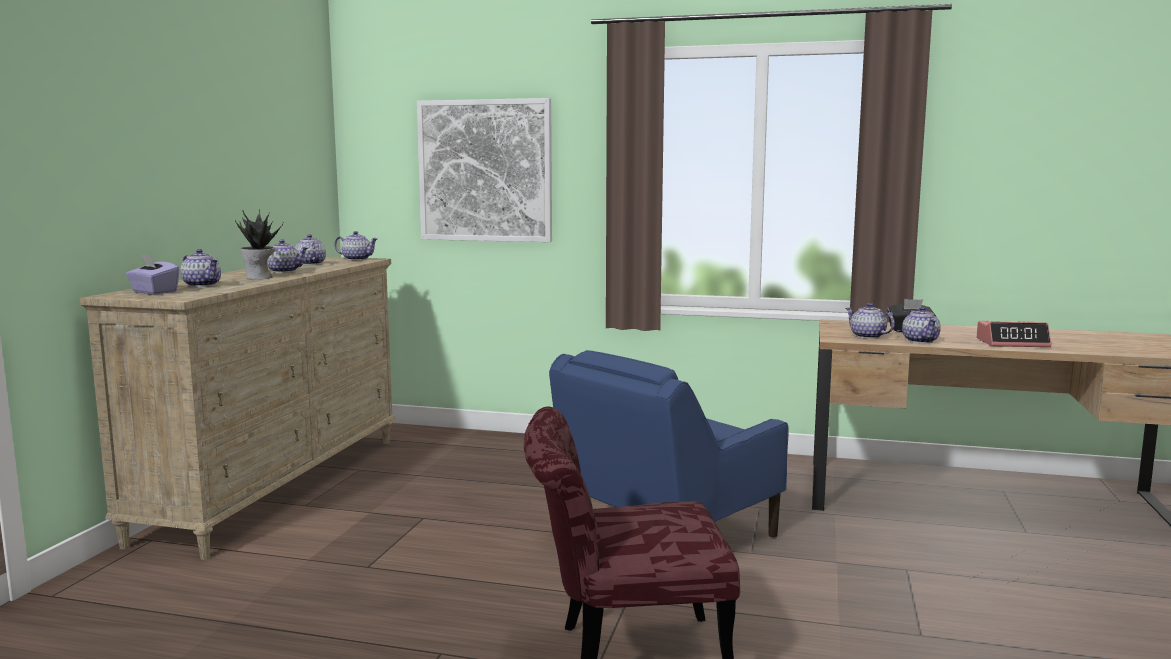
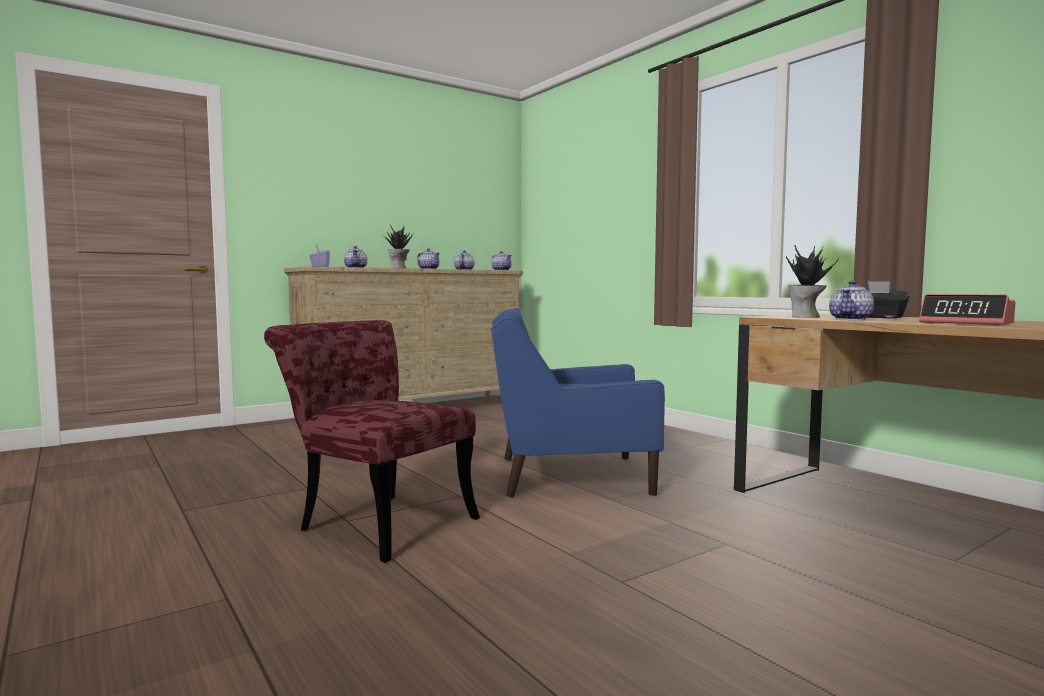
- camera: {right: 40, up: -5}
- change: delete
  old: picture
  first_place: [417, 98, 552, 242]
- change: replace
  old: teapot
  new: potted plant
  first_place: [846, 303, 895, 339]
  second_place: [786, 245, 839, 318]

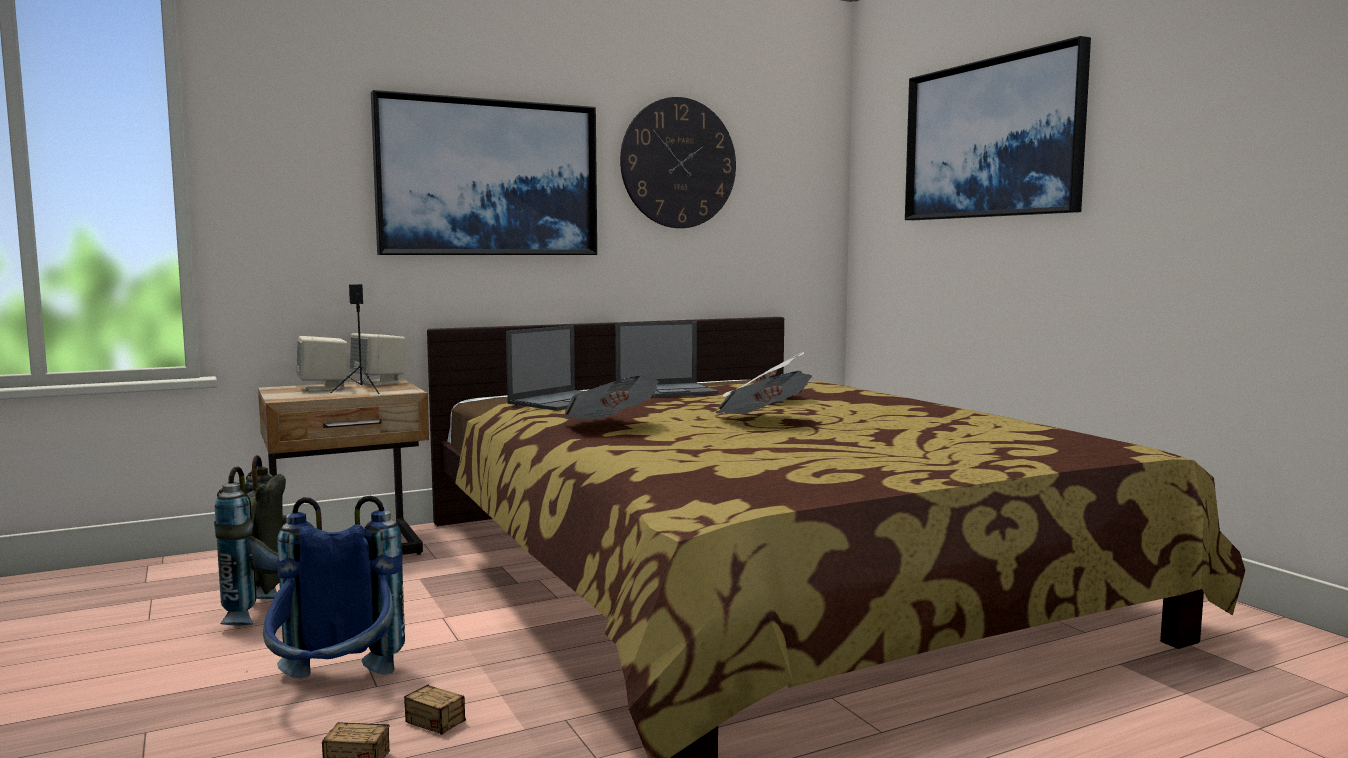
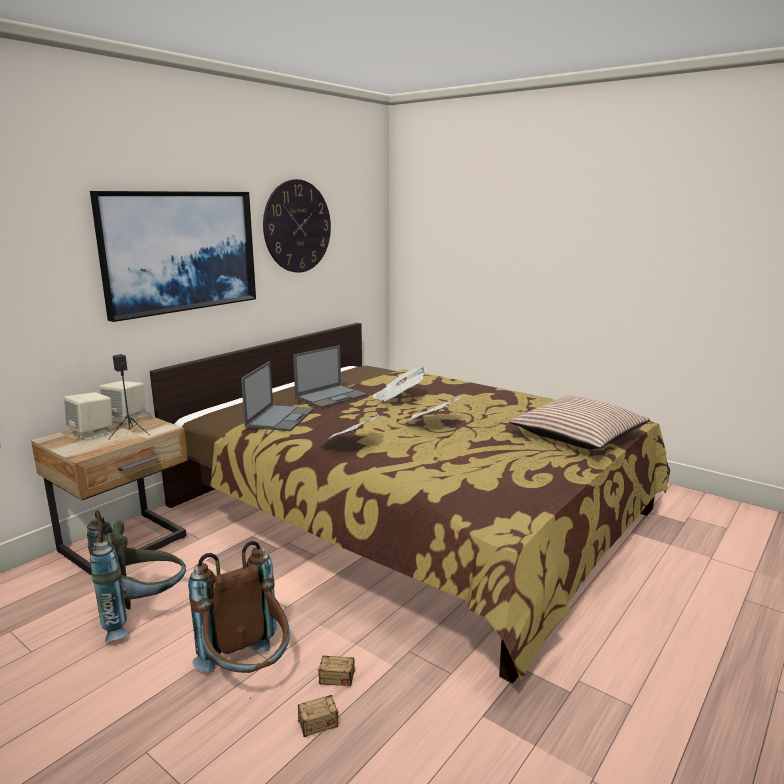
- camera: {right: -25, up: 10}
- change: delete
  old: picture
  first_place: [905, 36, 1091, 220]
- change: recolor
  old: blue backpack
  new: brown backpack
  first_place: [263, 495, 405, 679]
  second_place: [188, 541, 290, 673]
- change: insert
  new: pillow
  second_place: [509, 396, 650, 449]

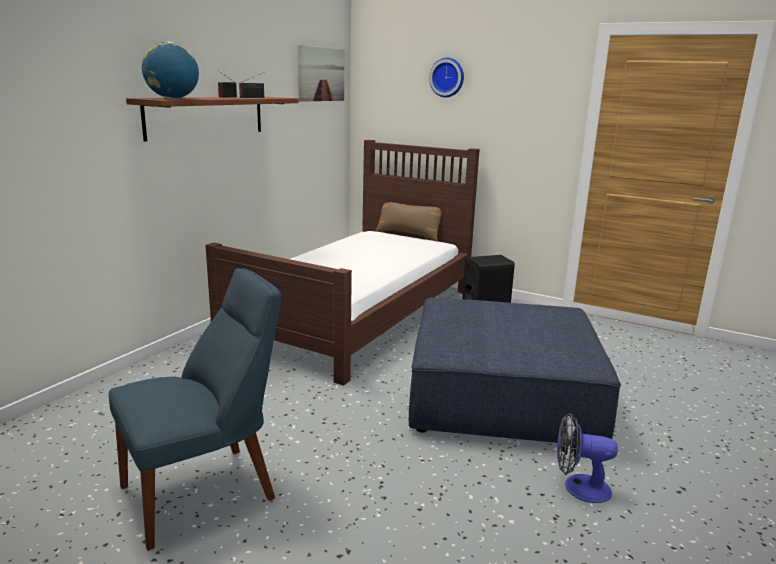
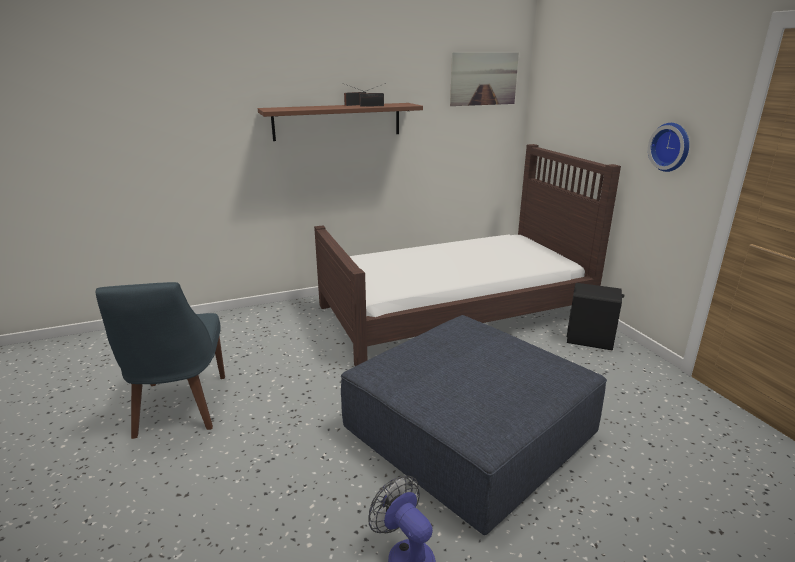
- camera: {right: 40, up: 5}
- change: delete
  old: globe
  first_place: [142, 42, 199, 99]
- change: move
  old: wall clock
  first_place: [429, 58, 464, 97]
  second_place: [648, 123, 689, 172]
- change: delete
  old: brown pillow
  first_place: [376, 202, 441, 241]
- change: rotate
  old: blue chair
  first_place: [108, 268, 281, 551]
  second_place: [95, 282, 225, 439]
  degrees: 75

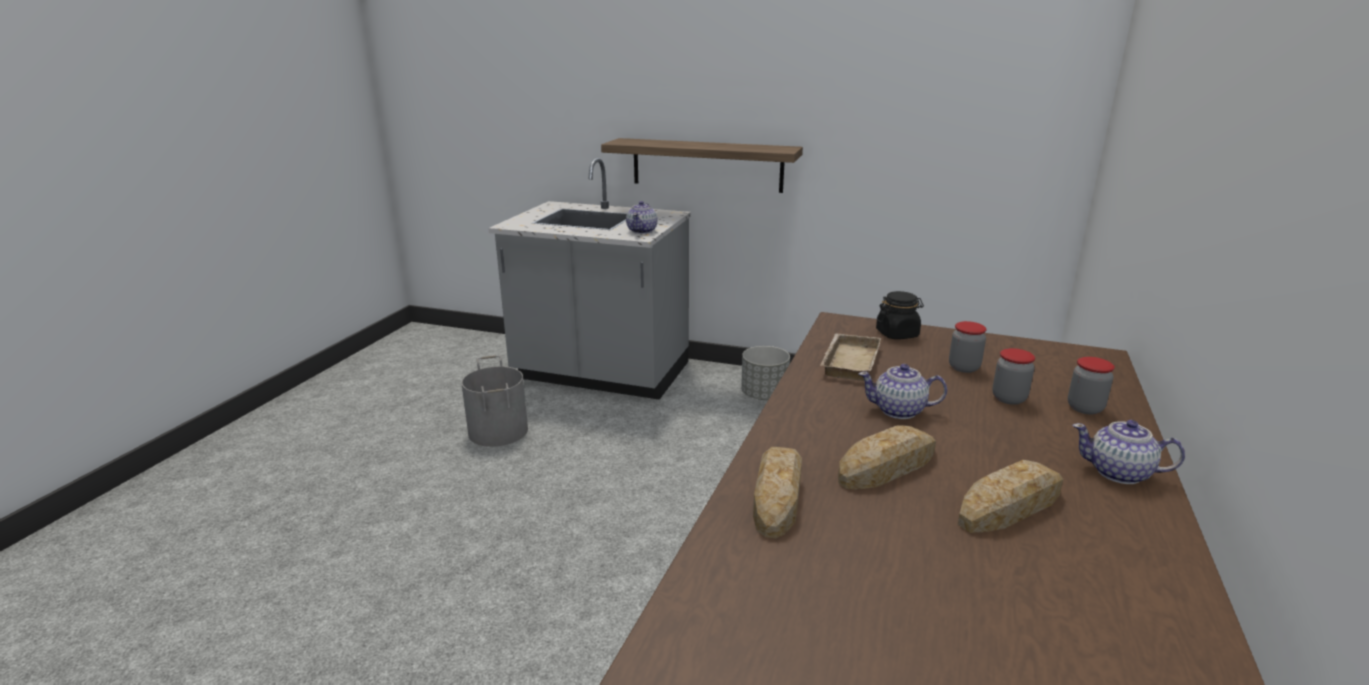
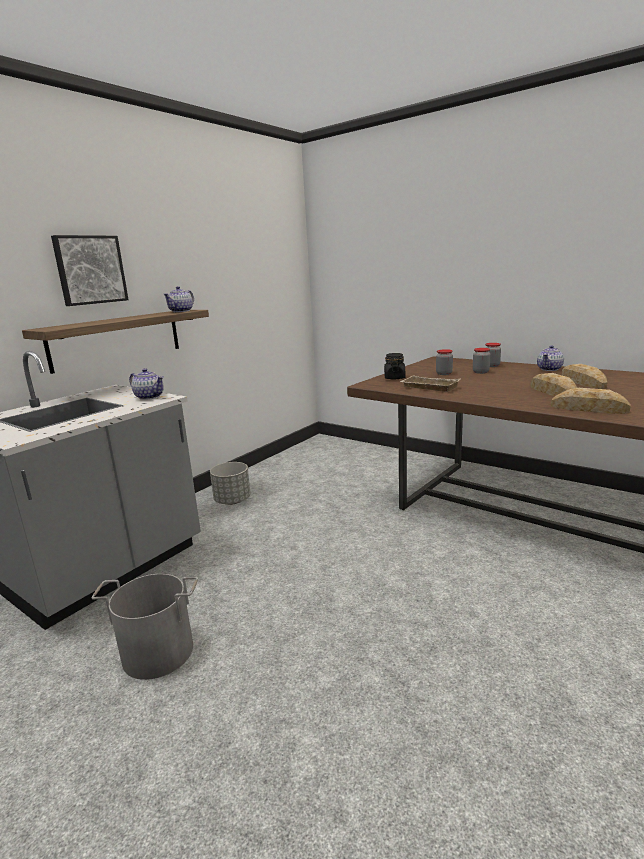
- camera: {right: -70, up: -5}
- change: move
  old: teapot
  first_place: [858, 364, 947, 419]
  second_place: [163, 286, 194, 312]
- change: insert
  new: picture
  second_place: [51, 235, 129, 306]

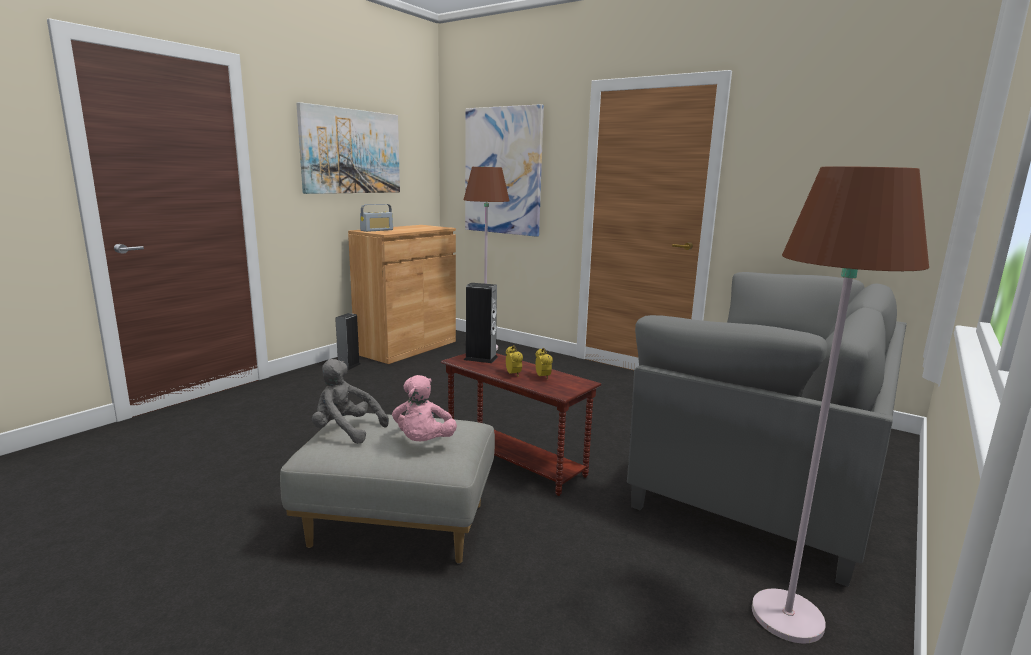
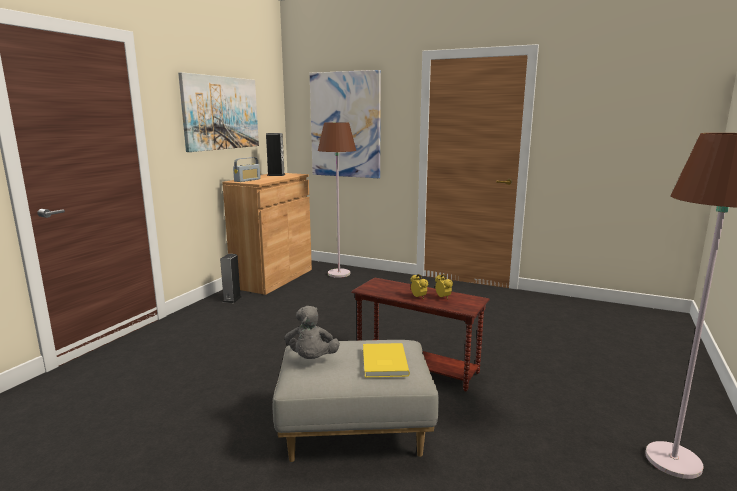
- camera: {right: -10, up: 0}
- change: delete
  old: grey sofa
  first_place: [627, 272, 907, 587]
- change: move
  old: speaker
  first_place: [464, 283, 498, 363]
  second_place: [266, 133, 285, 176]
- change: rotate
  old: grey plush toy
  first_place: [312, 359, 389, 444]
  second_place: [284, 306, 340, 359]
  degrees: -105
- change: replace
  old: pink plush toy
  new: yellow book
  first_place: [392, 375, 457, 441]
  second_place: [363, 343, 410, 377]

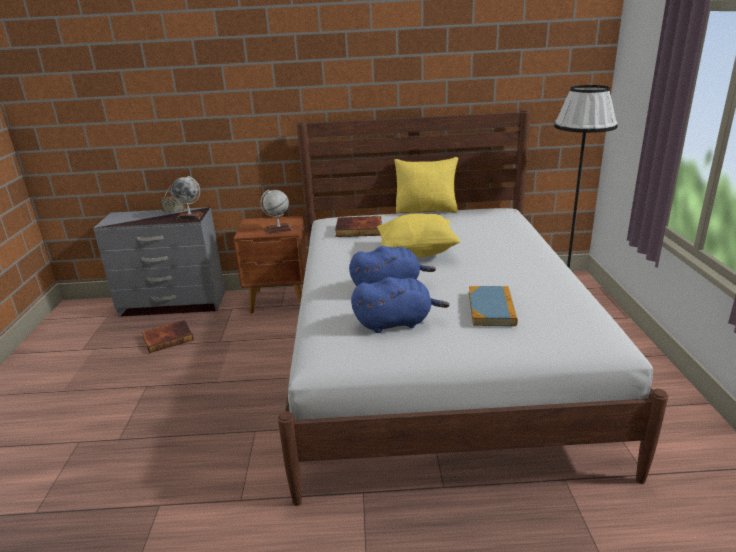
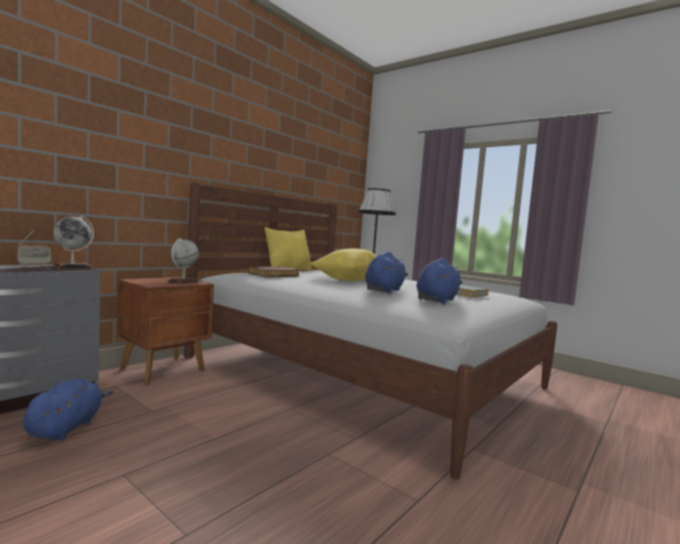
- camera: {right: -50, up: -20}
- change: replace
  old: book
  new: blue plush toy
  first_place: [142, 320, 194, 353]
  second_place: [23, 379, 113, 440]

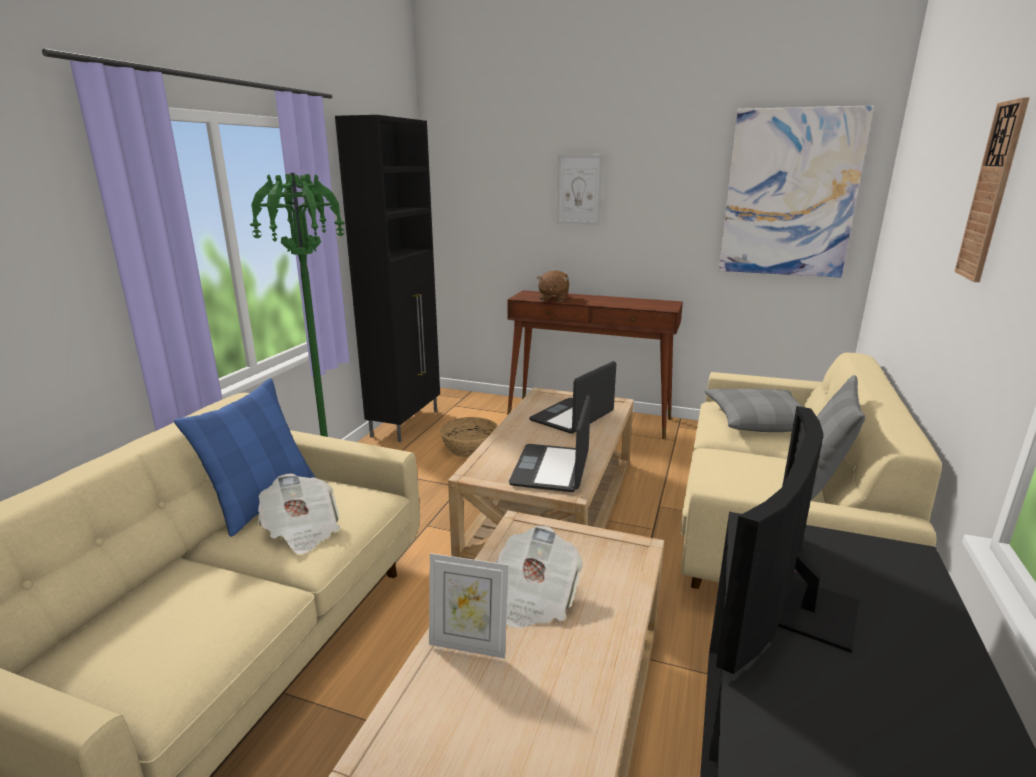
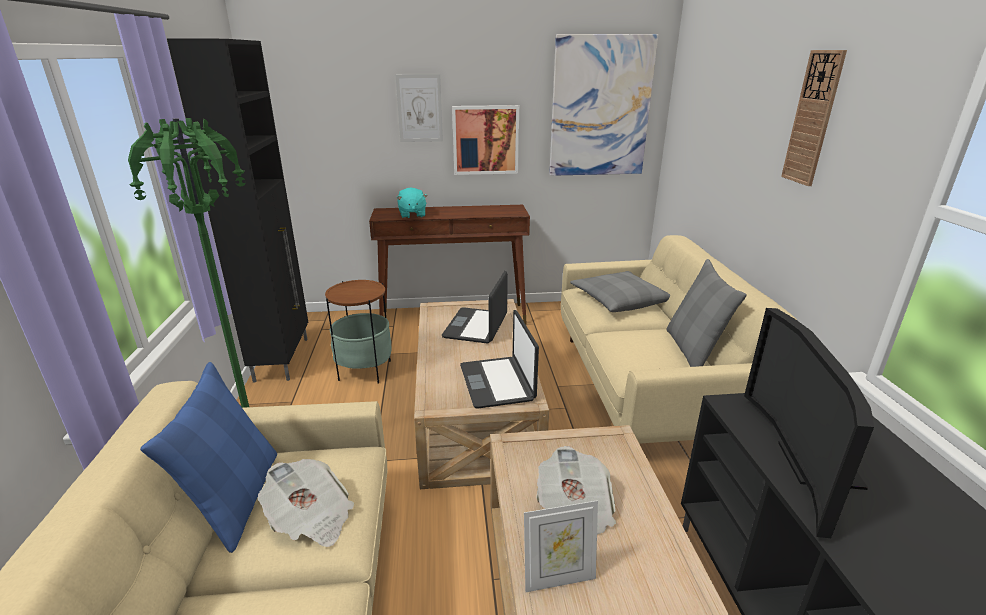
- camera: {right: -25, up: 5}
- change: recolor
  old: brown plush toy
  new: turquoise plush toy
  first_place: [537, 270, 569, 302]
  second_place: [396, 187, 427, 218]
- change: replace
  old: basket
  new: side table
  first_place: [440, 417, 498, 458]
  second_place: [325, 280, 391, 383]
- change: insert
  new: picture
  second_place: [452, 105, 519, 175]

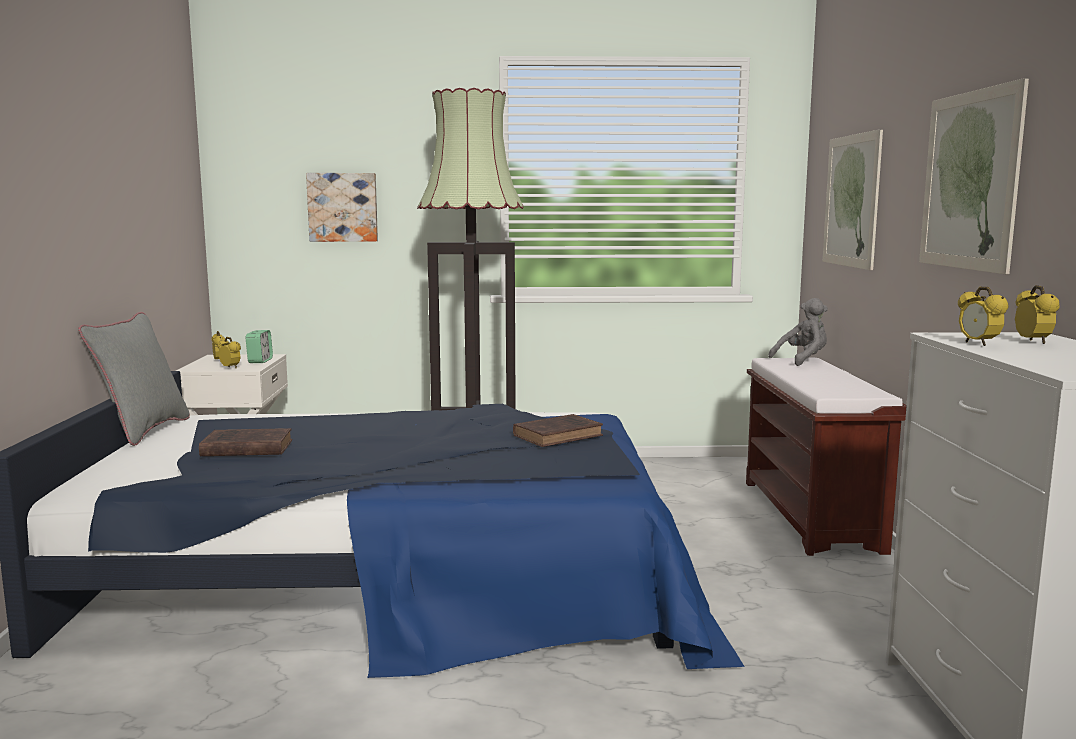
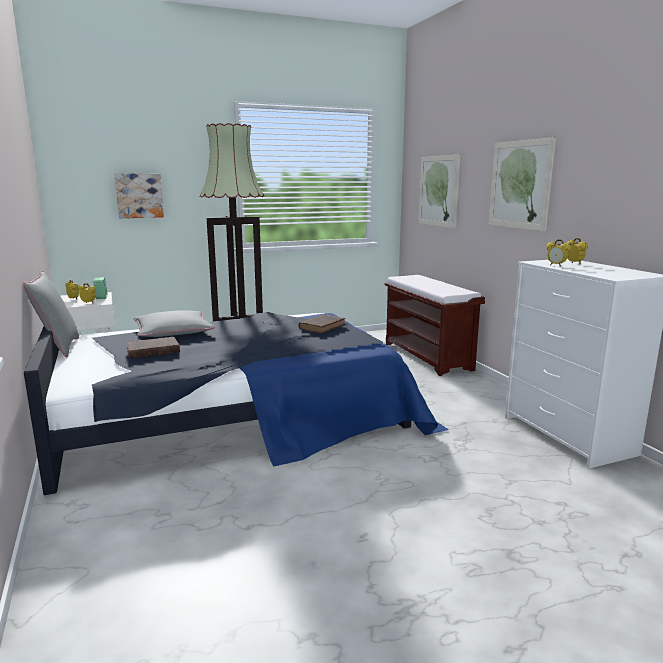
- camera: {right: -20, up: 5}
- change: delete
  old: grey plush toy
  first_place: [768, 298, 828, 366]
- change: insert
  new: grey pillow
  second_place: [133, 310, 215, 337]

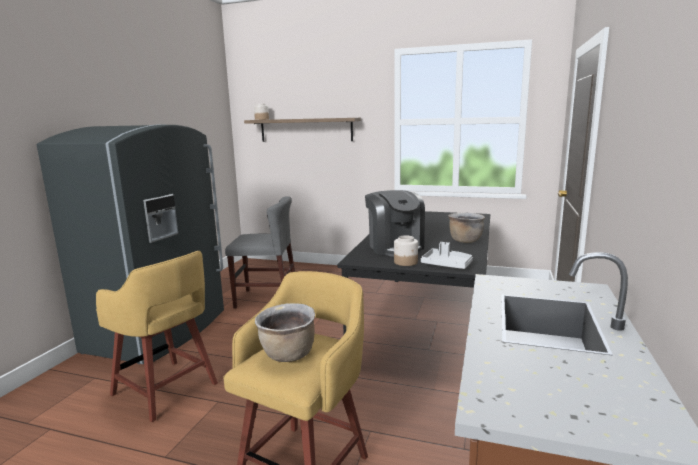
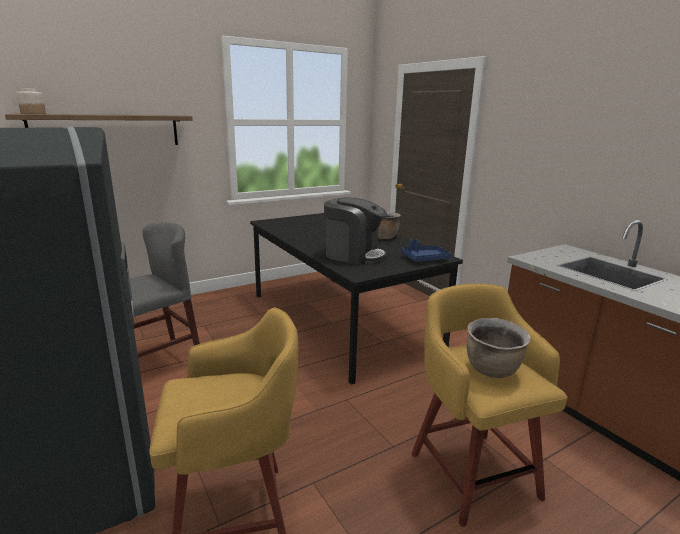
- camera: {right: -50, up: 5}
- change: delete
  old: jar
  first_place: [394, 235, 418, 266]
- change: recolor
  old: grey tray
  new: blue tray
  first_place: [421, 242, 473, 269]
  second_place: [401, 239, 451, 262]

